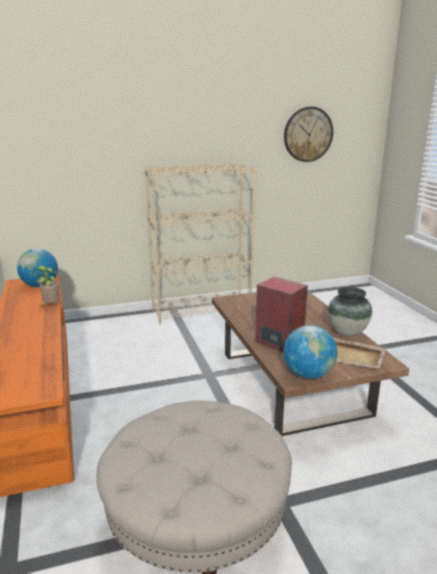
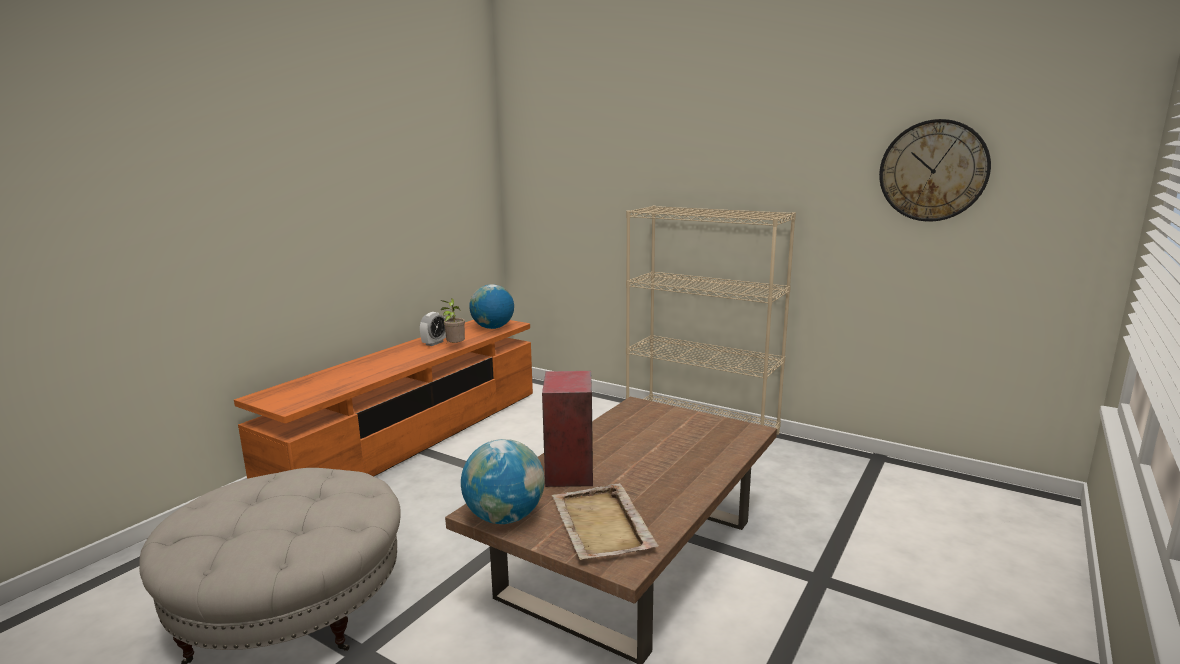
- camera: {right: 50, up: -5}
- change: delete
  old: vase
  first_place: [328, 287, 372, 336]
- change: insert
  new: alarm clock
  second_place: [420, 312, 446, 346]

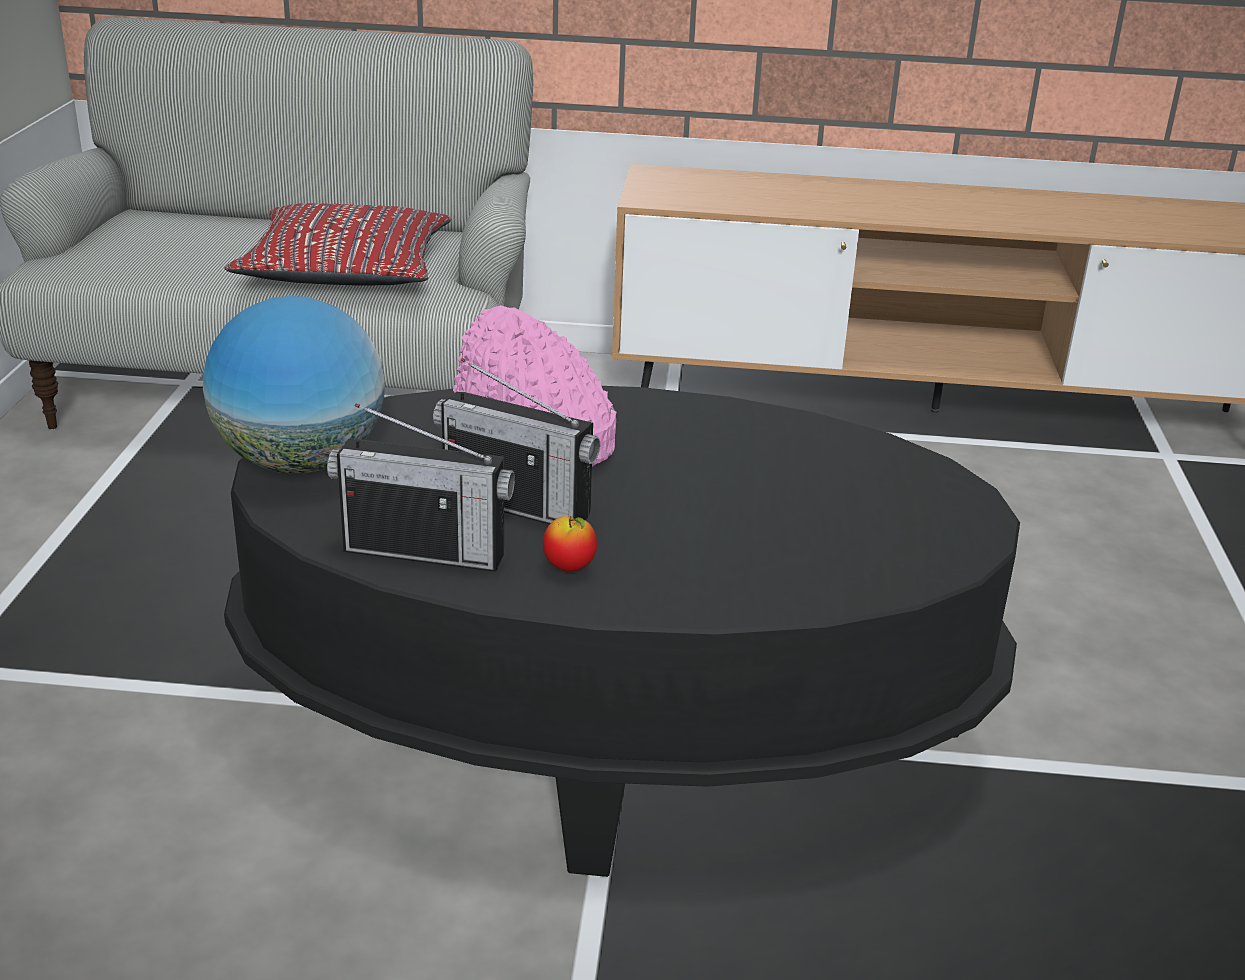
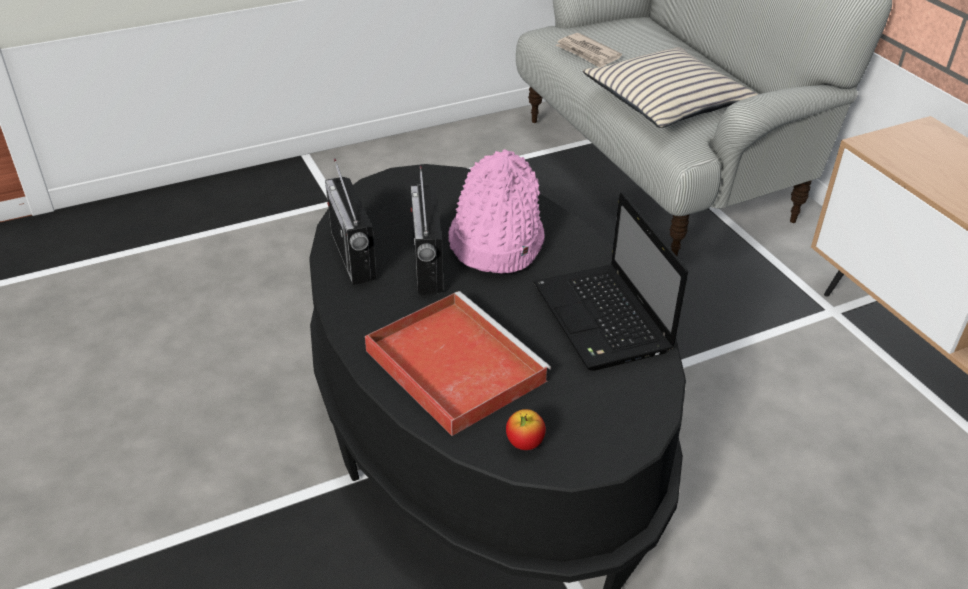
- camera: {right: 60, up: 10}
- change: recolor
  old: red pillow
  new: beige pillow
  first_place: [225, 203, 451, 285]
  second_place: [583, 47, 759, 128]
- change: delete
  old: globe
  first_place: [203, 296, 384, 474]
- change: move
  old: apple
  first_place: [543, 516, 597, 572]
  second_place: [506, 409, 546, 450]
- change: insert
  new: newspaper
  second_place: [556, 33, 622, 67]
- change: insert
  new: laptop
  second_place: [534, 192, 688, 371]
- change: insert
  new: red tray
  second_place: [365, 291, 551, 436]

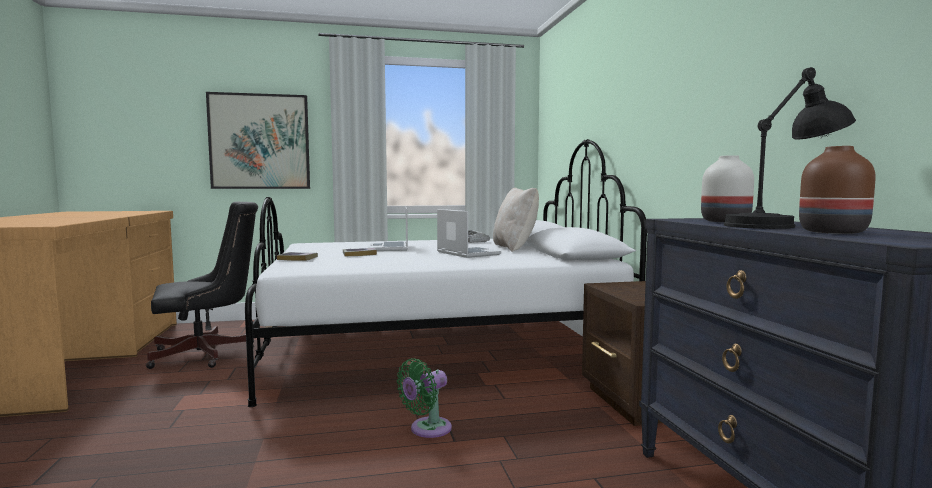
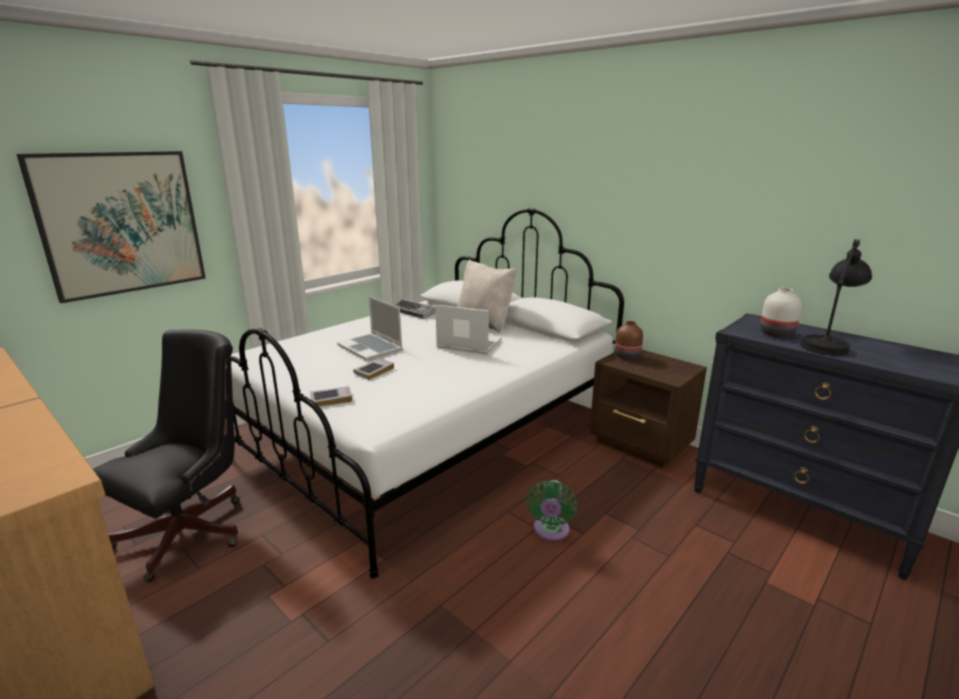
- camera: {right: -35, up: 15}
- change: move
  old: brown vase
  first_place: [799, 146, 876, 234]
  second_place: [615, 321, 643, 360]

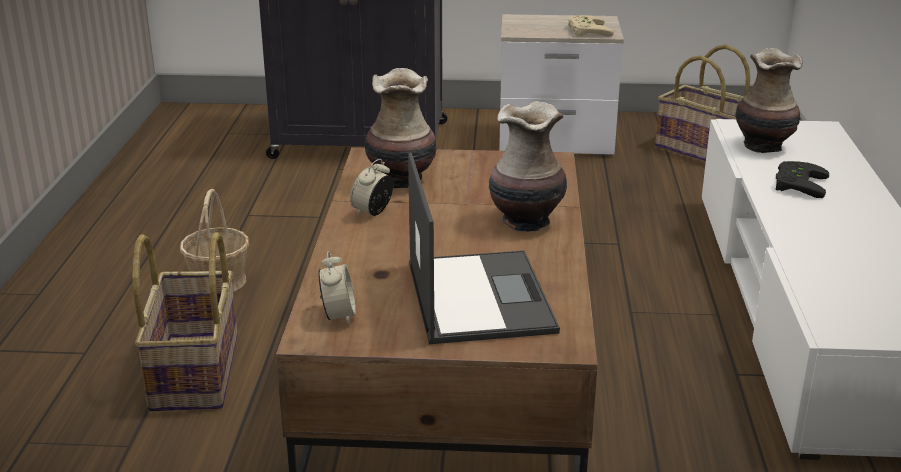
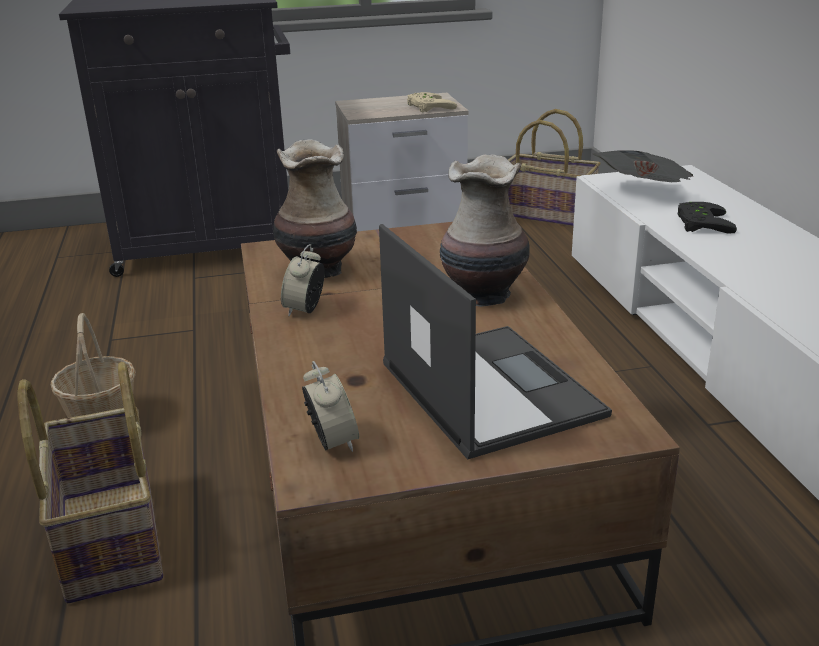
- camera: {right: -15, up: 0}
- change: replace
  old: vase
  new: newspaper
  first_place: [735, 48, 803, 153]
  second_place: [593, 150, 693, 182]

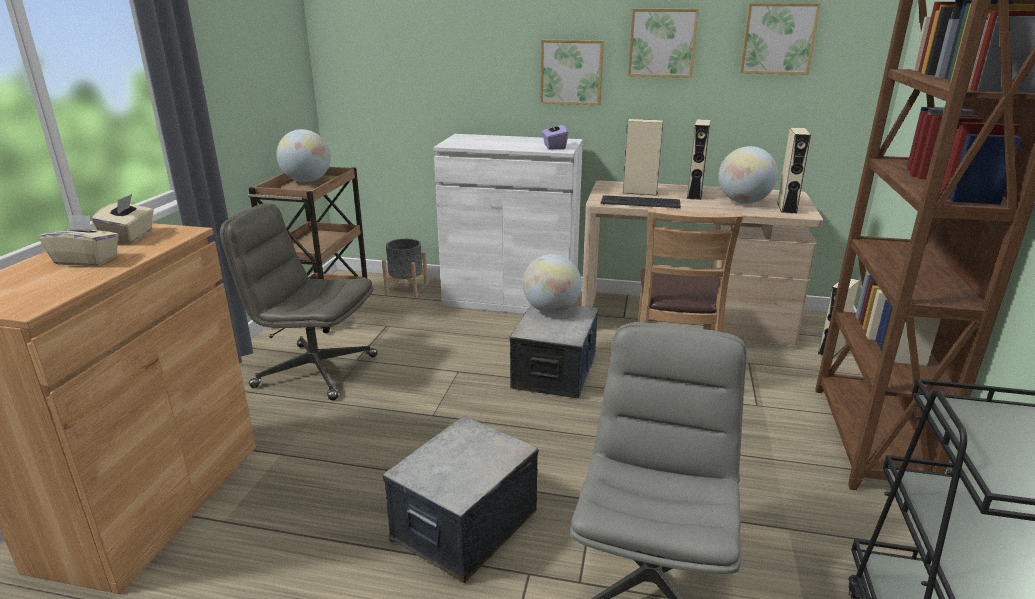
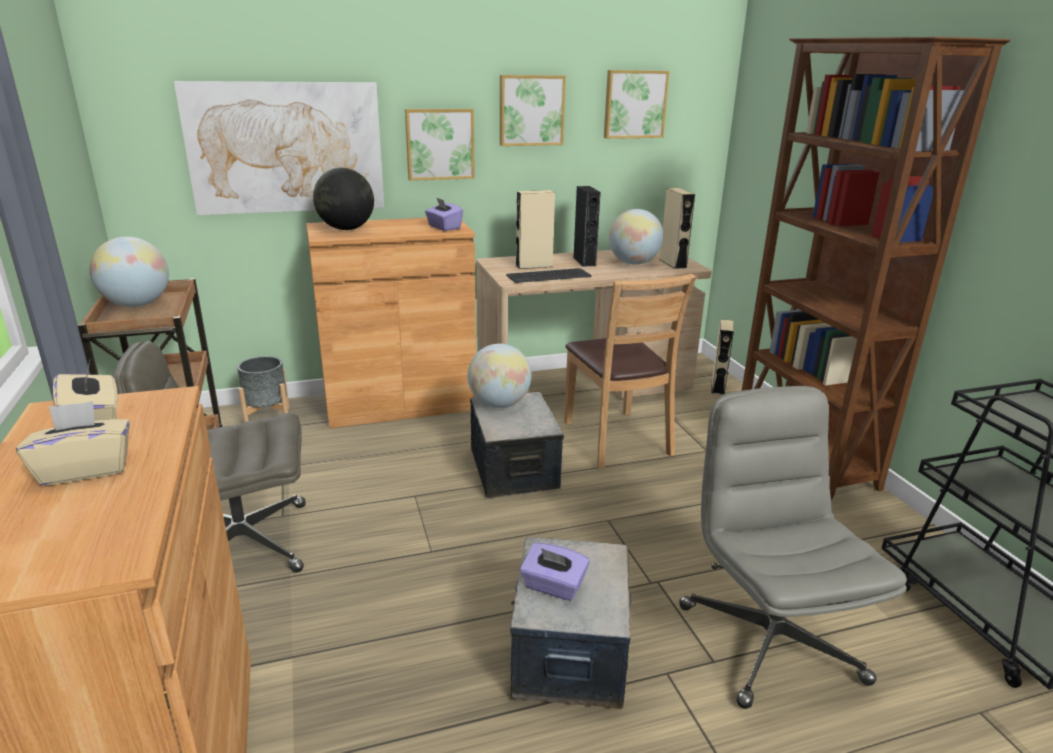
- camera: {right: -30, up: 0}
- change: recolor
  old: beige speaker
  new: black speaker
  first_place: [687, 119, 710, 200]
  second_place: [573, 186, 601, 267]
- change: recolor
  old: white cabinet
  new: brown cabinet
  first_place: [434, 134, 583, 314]
  second_place: [306, 218, 476, 428]
- change: insert
  new: picture
  second_place: [174, 81, 384, 215]
- change: insert
  new: globe
  second_place: [313, 168, 374, 230]
- change: insert
  new: purple tissue box
  second_place: [520, 543, 590, 601]

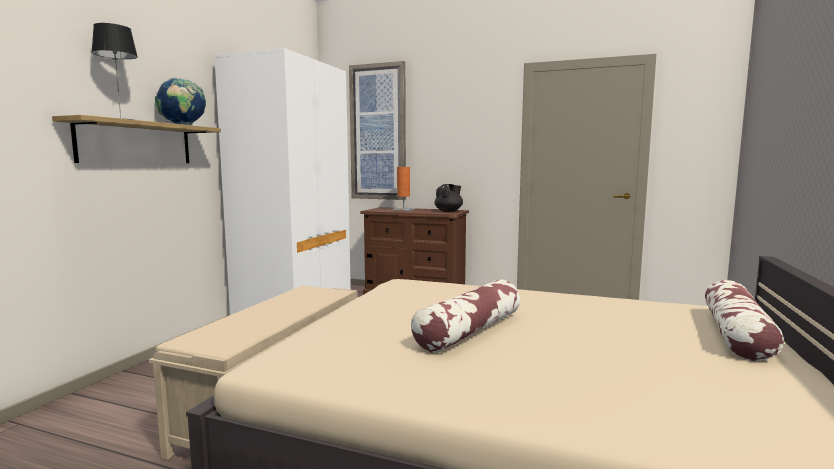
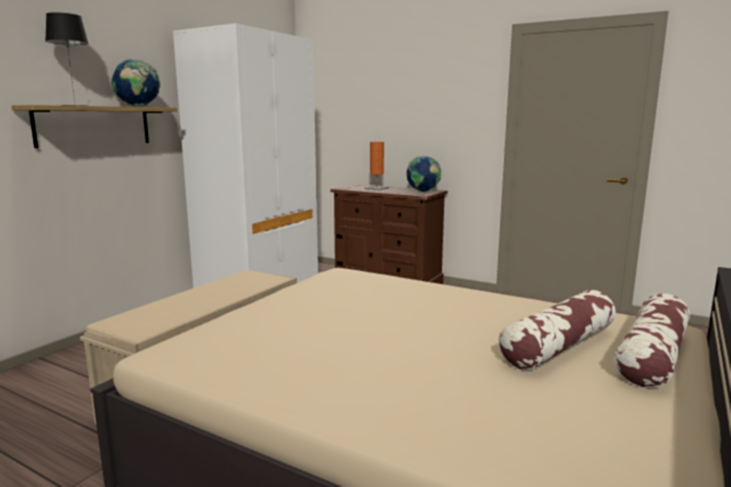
- camera: {right: 10, up: 5}
- change: delete
  old: picture
  first_place: [349, 61, 406, 200]
- change: replace
  old: black teapot
  new: globe
  first_place: [435, 184, 463, 212]
  second_place: [407, 156, 441, 192]
- change: move
  old: pillow
  first_place: [411, 280, 520, 353]
  second_place: [499, 290, 616, 370]

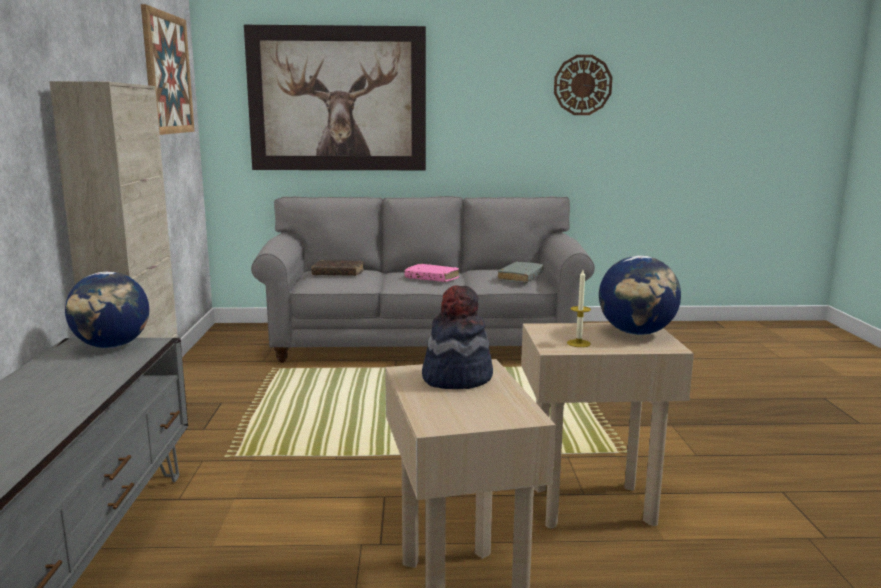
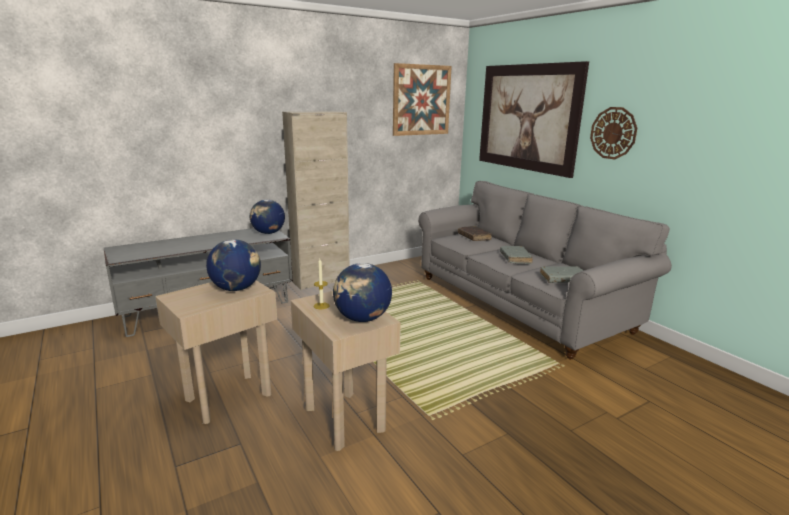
- camera: {right: 60, up: 5}
- change: move
  old: wall clock
  first_place: [554, 55, 613, 115]
  second_place: [590, 107, 637, 159]
- change: recolor
  old: pink book
  new: grey book
  first_place: [404, 264, 459, 282]
  second_place: [500, 246, 533, 264]
- change: replace
  old: hat
  new: globe
  first_place: [422, 285, 493, 389]
  second_place: [206, 239, 261, 291]

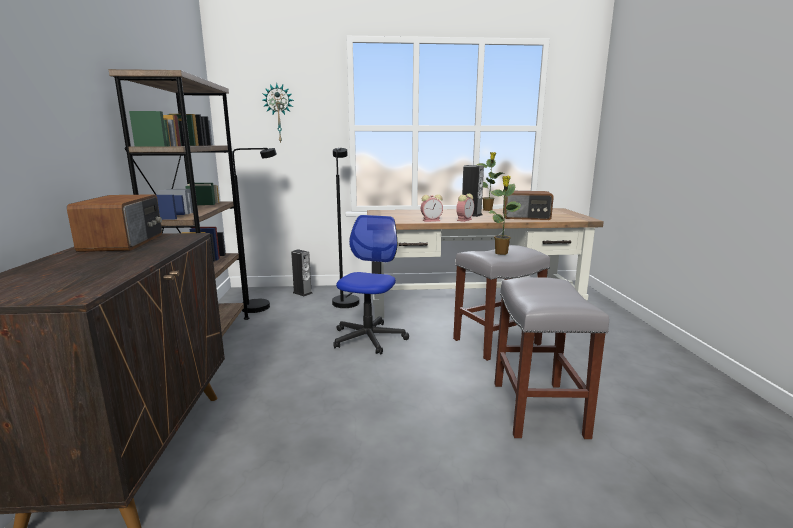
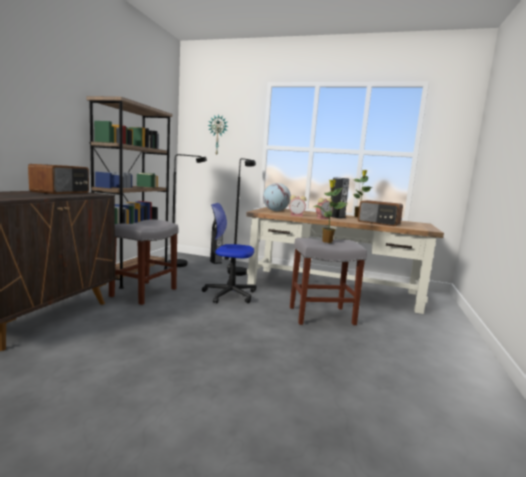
- camera: {right: 20, up: -5}
- change: rotate
  old: office chair
  first_place: [333, 215, 409, 354]
  second_place: [202, 203, 257, 303]
  degrees: -120
- change: move
  old: grey stool
  first_place: [494, 277, 609, 439]
  second_place: [109, 219, 178, 305]
- change: insert
  new: globe
  second_place: [263, 183, 291, 211]

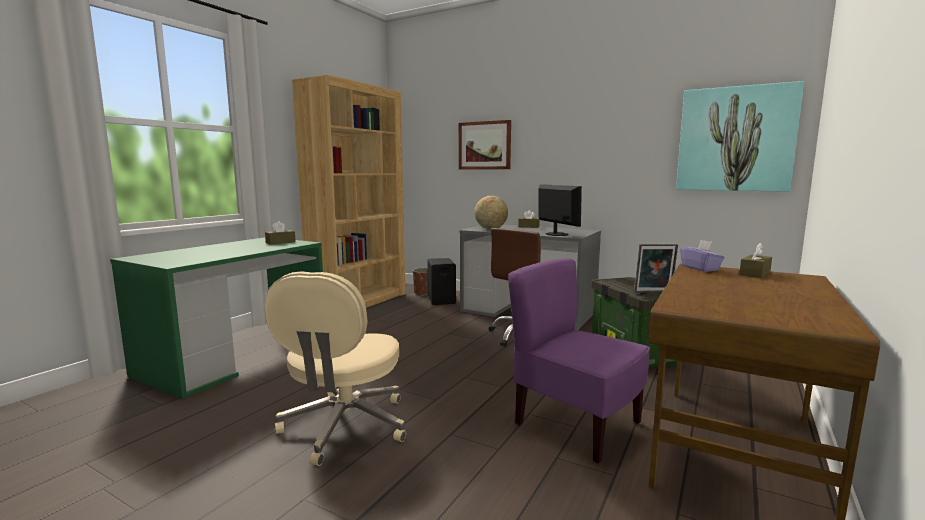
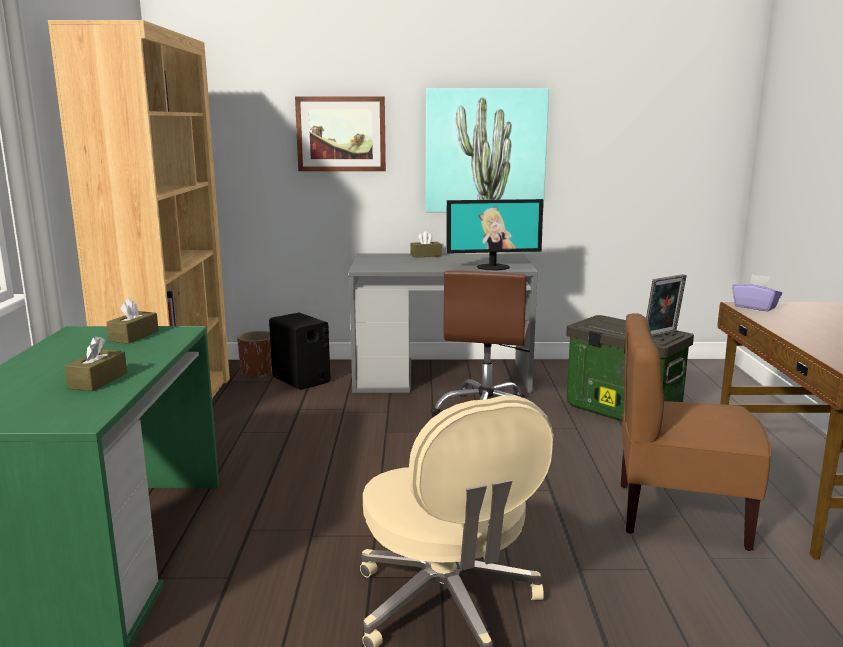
- camera: {right: -30, up: 5}
- change: move
  old: picture
  first_place: [676, 81, 804, 192]
  second_place: [426, 88, 549, 212]
- change: rotate
  old: monitor
  first_place: [538, 184, 582, 236]
  second_place: [446, 199, 543, 270]
  degrees: 135
- change: delete
  old: globe
  first_place: [474, 195, 508, 229]
- change: move
  old: brown tissue box
  first_place: [739, 243, 772, 278]
  second_place: [64, 336, 127, 391]
- change: recolor
  old: purple chair
  new: brown chair
  first_place: [508, 258, 650, 463]
  second_place: [621, 313, 772, 551]

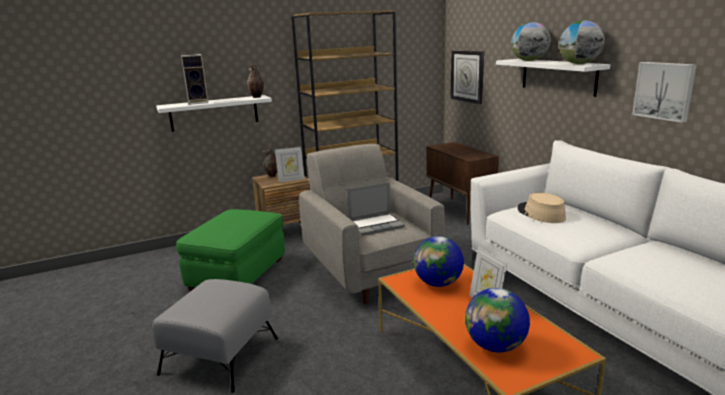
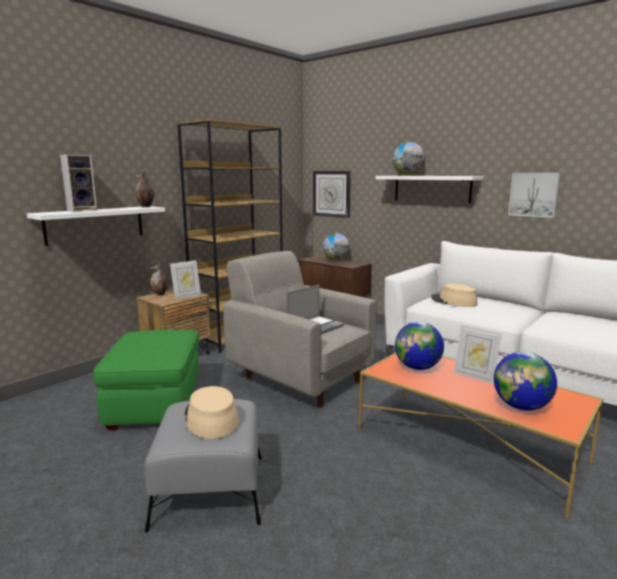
- camera: {right: -25, up: -5}
- change: move
  old: globe
  first_place: [559, 21, 605, 64]
  second_place: [322, 233, 350, 261]
- change: insert
  new: beige hat
  second_place: [185, 386, 239, 439]

